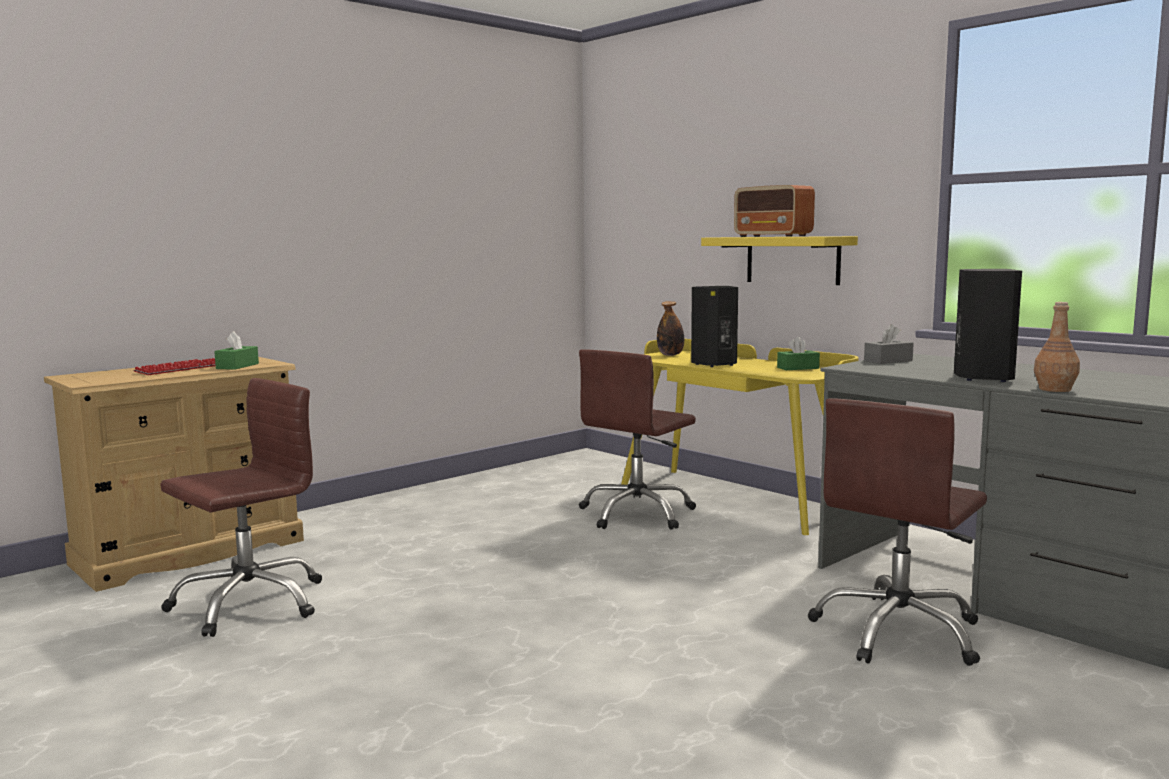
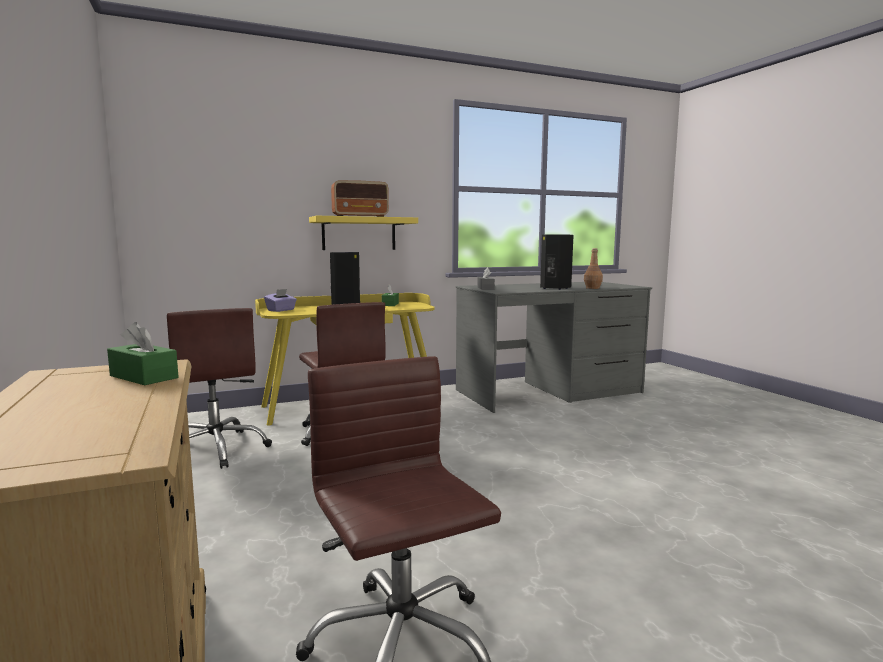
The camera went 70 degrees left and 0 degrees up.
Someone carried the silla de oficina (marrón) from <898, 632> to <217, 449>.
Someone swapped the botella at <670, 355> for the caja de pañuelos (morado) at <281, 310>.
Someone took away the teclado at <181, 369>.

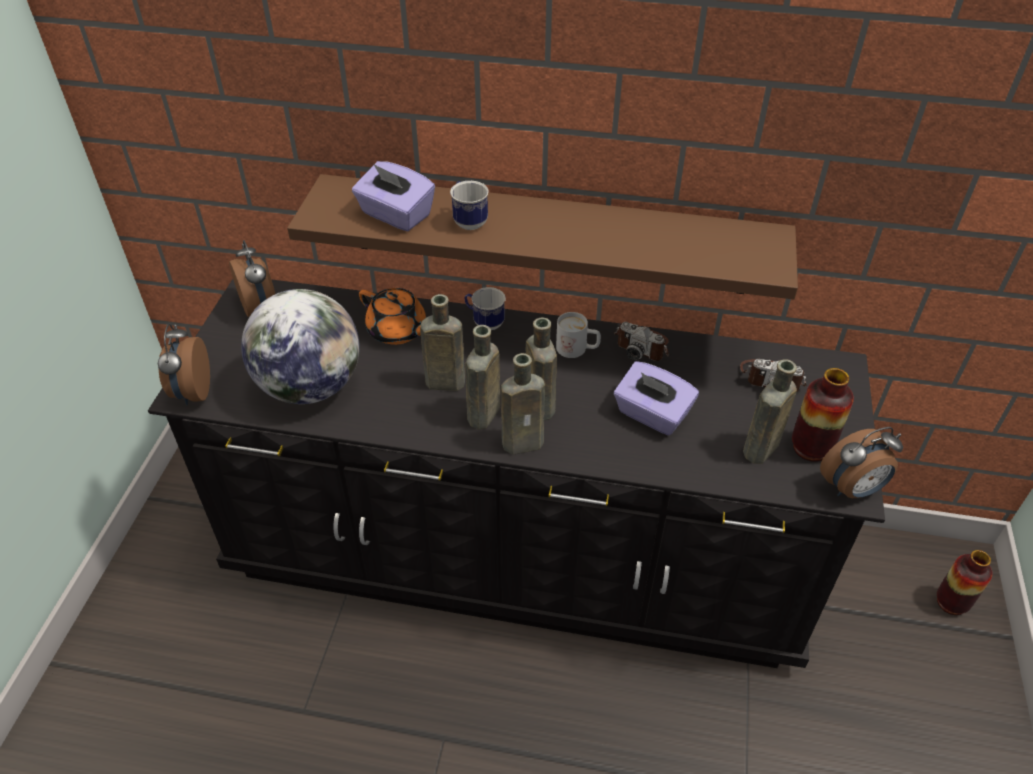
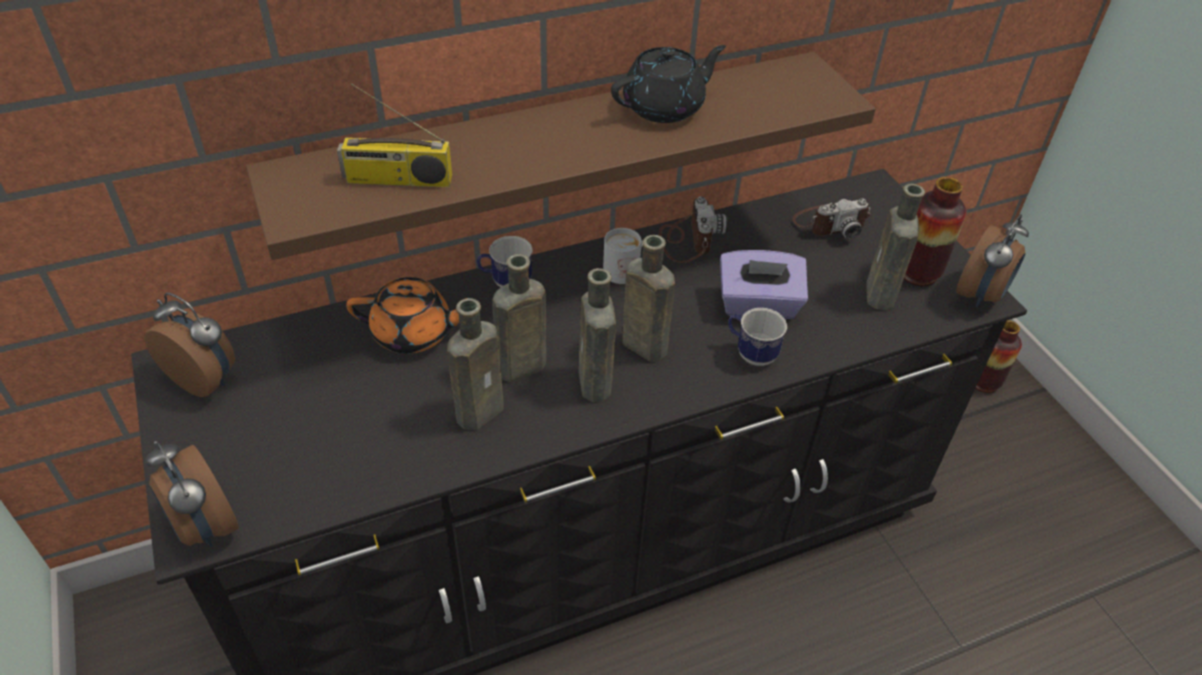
The camera went 35 degrees left and 0 degrees up.
Someone swapped the caja de pañuelos (morado) at <395, 215> for the radio at <397, 180>.
Someone carried the botella (marrón) from <525, 442> to <482, 409>.
Someone put down the tetera (negro) at <665, 107>.
Someone rotated the cámara at <642, 345> by 90 degrees counterclockwise.
Someone carried the taza grande from <468, 221> to <750, 353>.
Someone took away the globo terráqueo at <310, 386>.

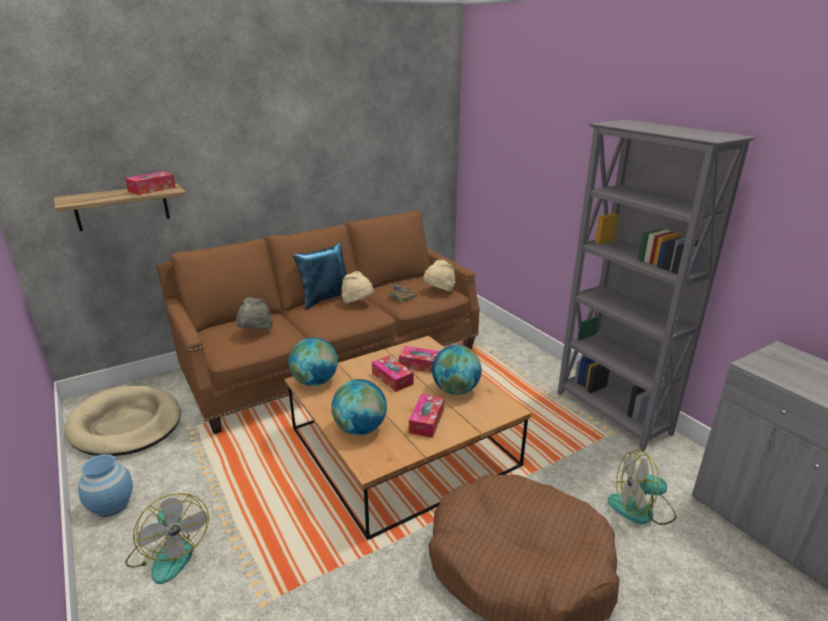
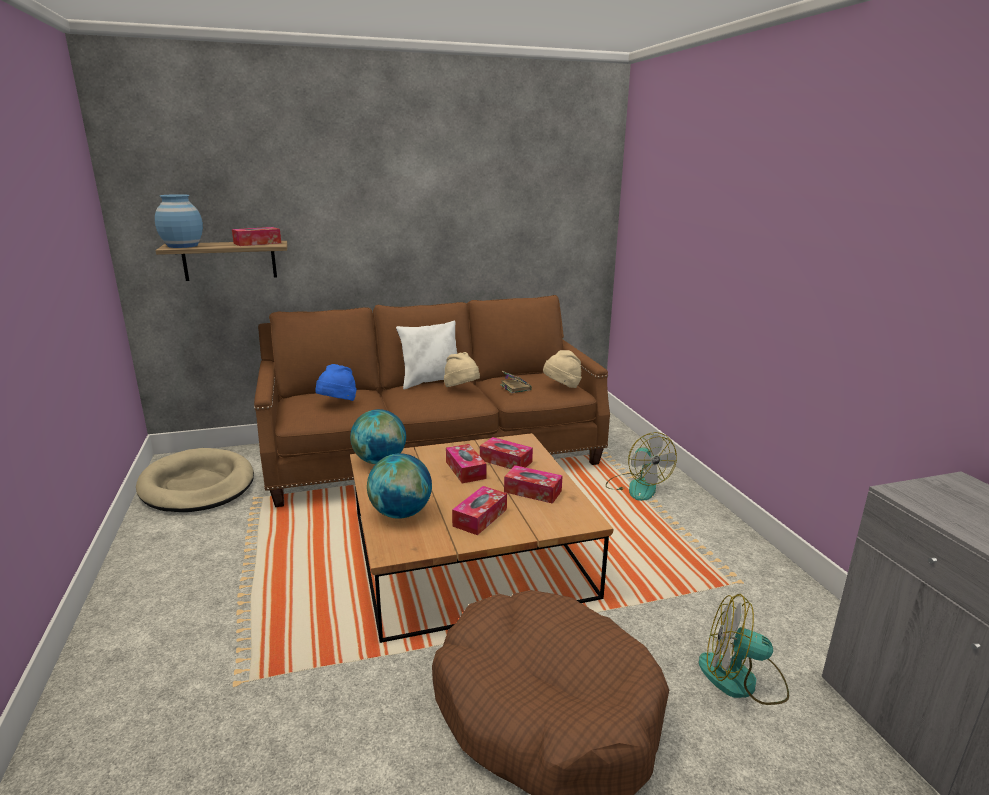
The camera went 15 degrees right and 5 degrees down.
Someone carried the florero (azul) from <112, 505> to <183, 246>.
Someone repainted the sombrero (gris) at <255, 332>, which became the sombrero (azul) at <337, 404>.
Someone repainted the cojín (azul) at <326, 299>, which became the cojín (blanco) at <431, 382>.
Someone swapped the globo terráqueo at <455, 390> for the caja de pañuelos at <532, 491>.
Someone carried the ventilador from <169, 553> to <637, 486>.
Someone took away the estantería (gris) at <612, 414>.

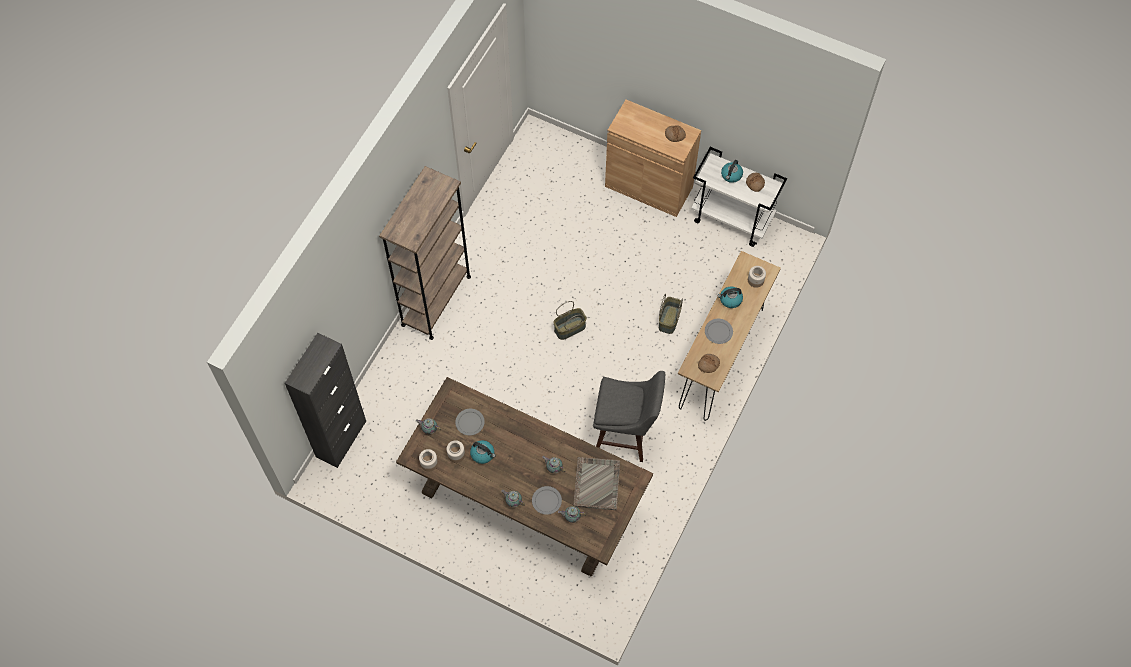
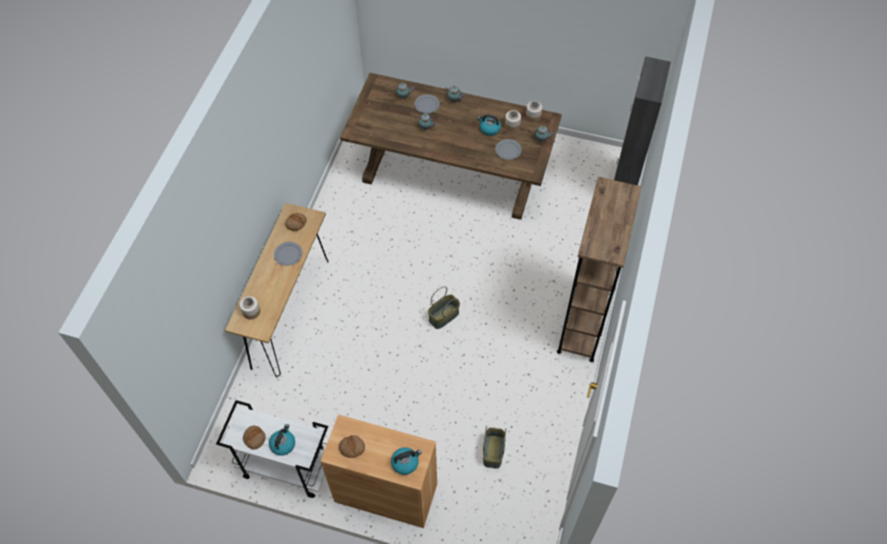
The camera went 170 degrees right and 5 degrees down.
Someone carried the hervidor from <730, 300> to <405, 462>.
Someone carried the cesta from <668, 319> to <493, 452>.
Someone took away the bandeja (gris) at <597, 483>.
Someone took away the taburete (gris) at <625, 436>.

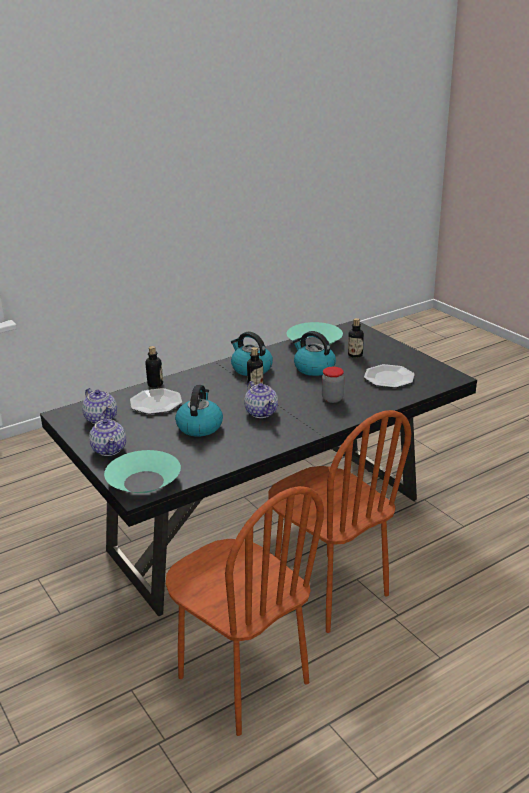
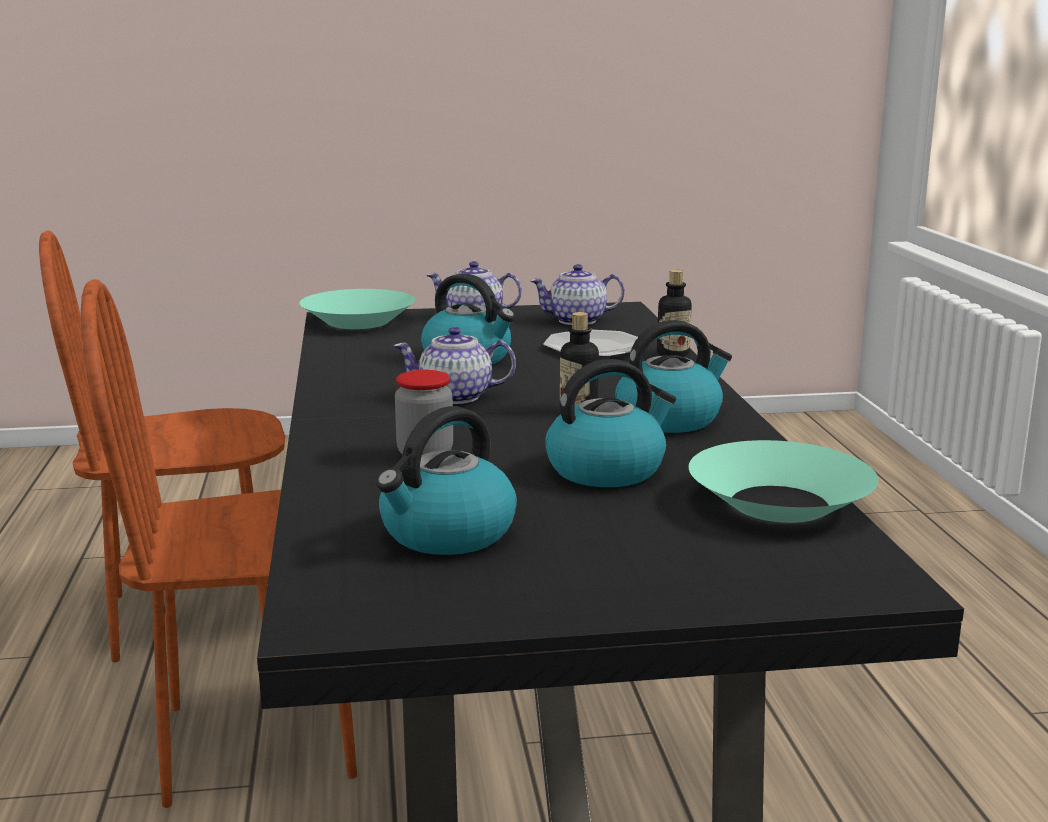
The camera went 115 degrees right and 10 degrees down.
Someone swapped the plato at <389, 377> for the hervidor at <446, 534>.
Someone took away the botella at <355, 355>.

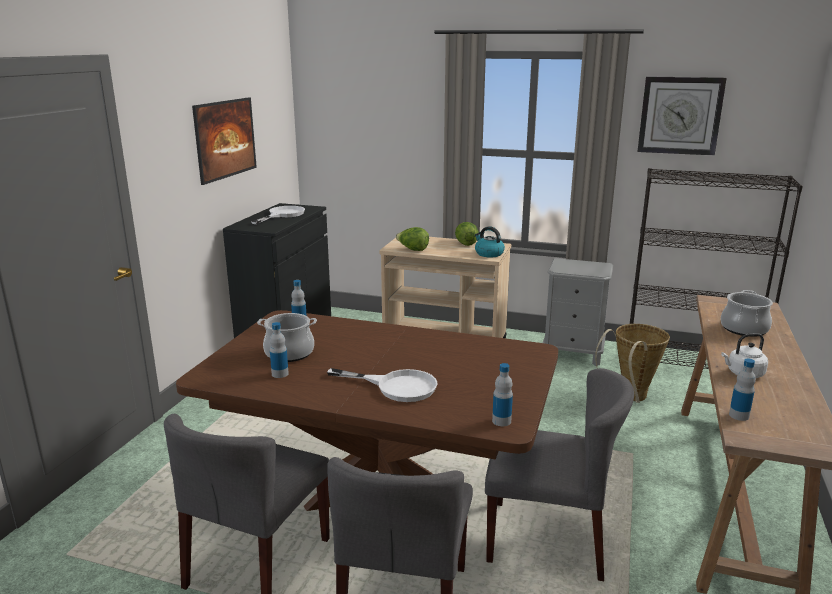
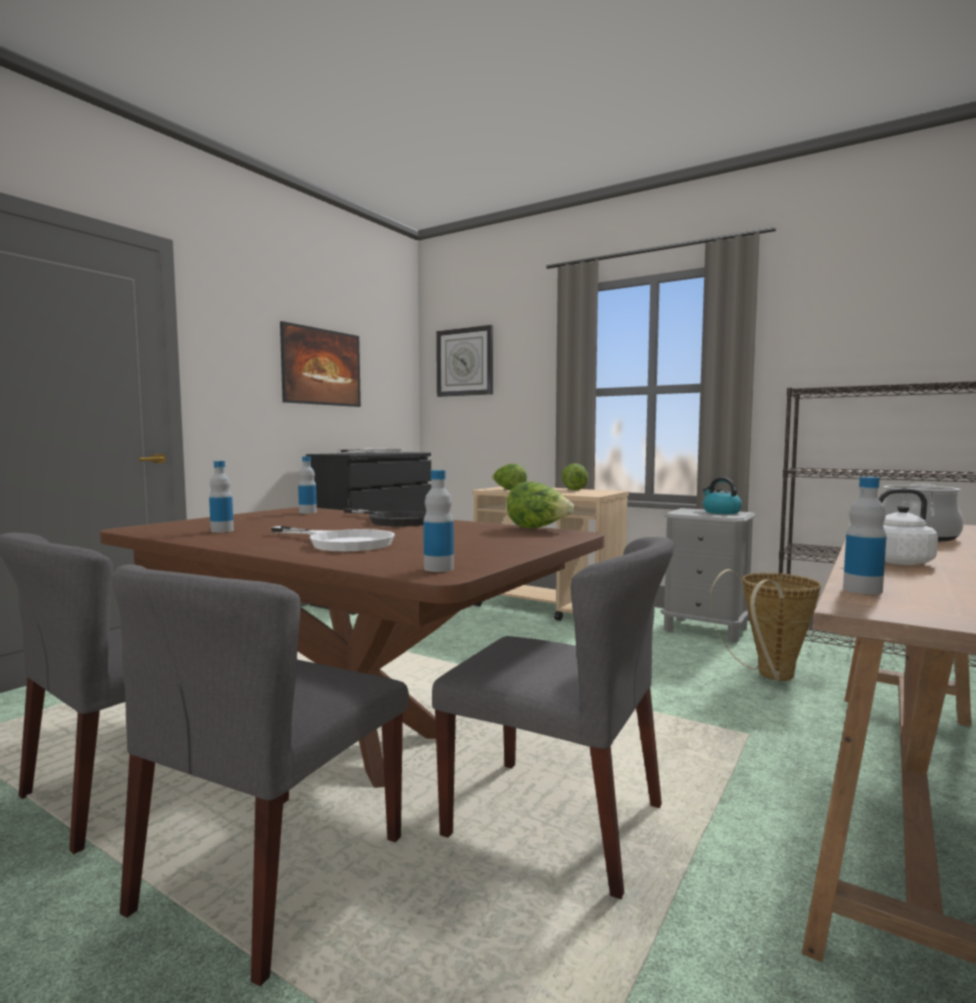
The camera went 15 degrees right and 15 degrees down.
Someone put down the sartén (negro) at <394, 521>.
Someone carried the reloj de pared from <680, 115> to <465, 362>.
Someone put down the lechuga at <538, 528>.
Someone carried the hervidor from <488, 254> to <721, 512>.
Someone took away the olla at <289, 353>.

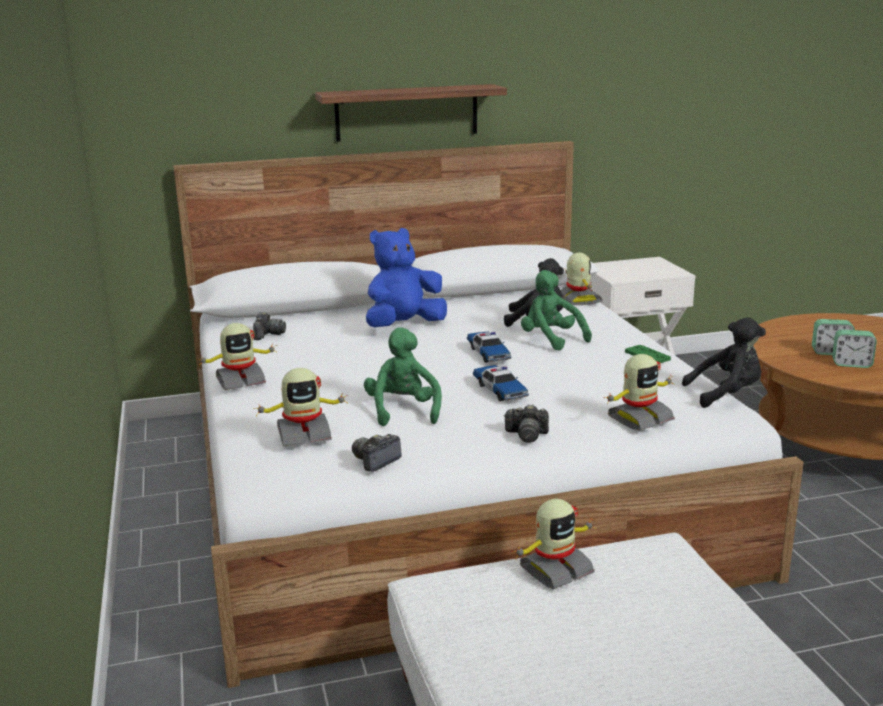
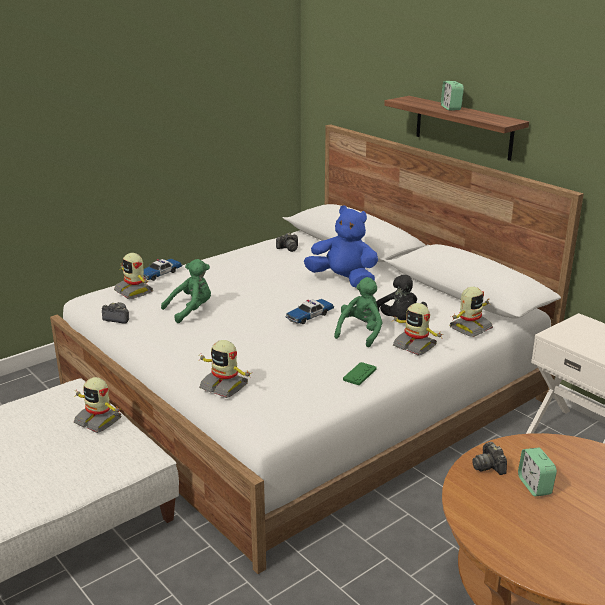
The camera went 65 degrees right and 5 degrees up.
Someone carried the coche de juguete from <500, 390> to <160, 274>.
Someone carried the robot de juguete from <240, 381> to <415, 345>.
Someone carried the despertador from <851, 364> to <451, 108>.
Someone carried the cámara from <526, 435> to <489, 466>.
Someone took away the peluche (negro) at <726, 394>.

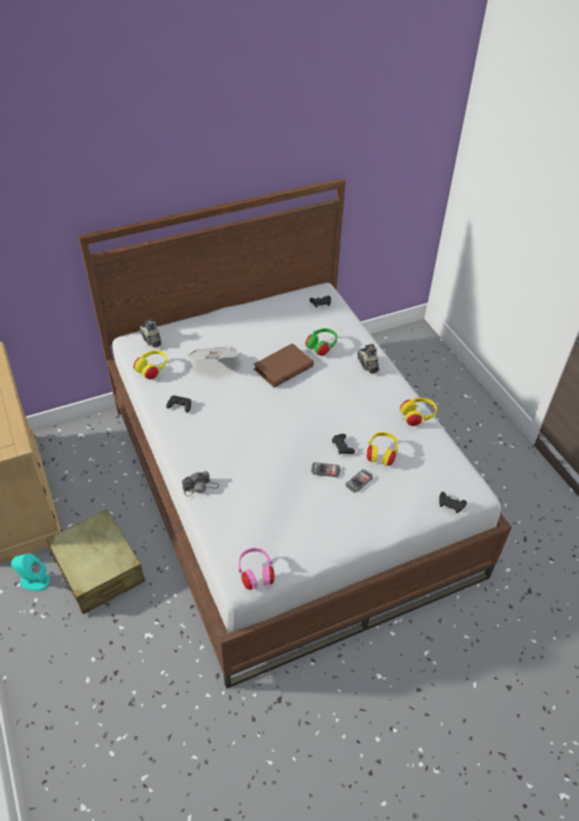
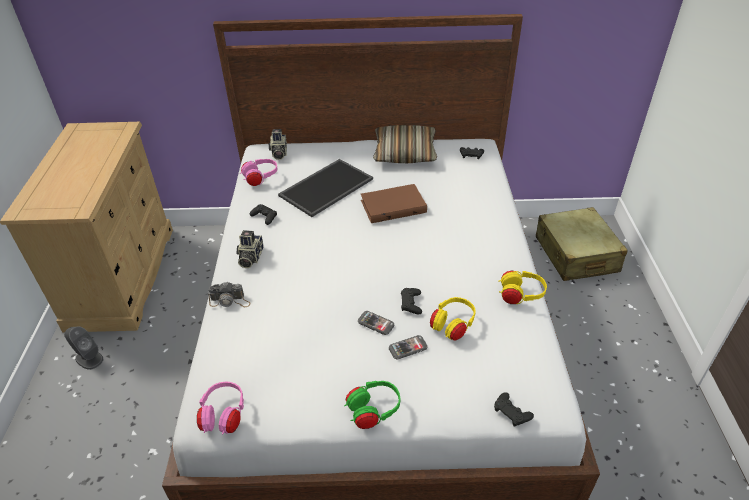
The camera went 25 degrees right and 5 degrees down.
Someone repainted the altavoz (turquesa) at <34, 581>, which became the altavoz (gris) at <89, 358>.
Someone carried the cámara from <367, 365> to <250, 257>.
Someone repainted the auriculares (amarillo) at <152, 370>, which became the auriculares (rosa) at <260, 179>.
Someone swapped the periódico at <215, 363> for the bandeja at <326, 186>.
Someone carried the auriculares (verde) from <321, 347> to <373, 411>.
Someone put down the cojín at <404, 153>.
Someone carried the maleta (beis) from <98, 569> to <576, 254>.

